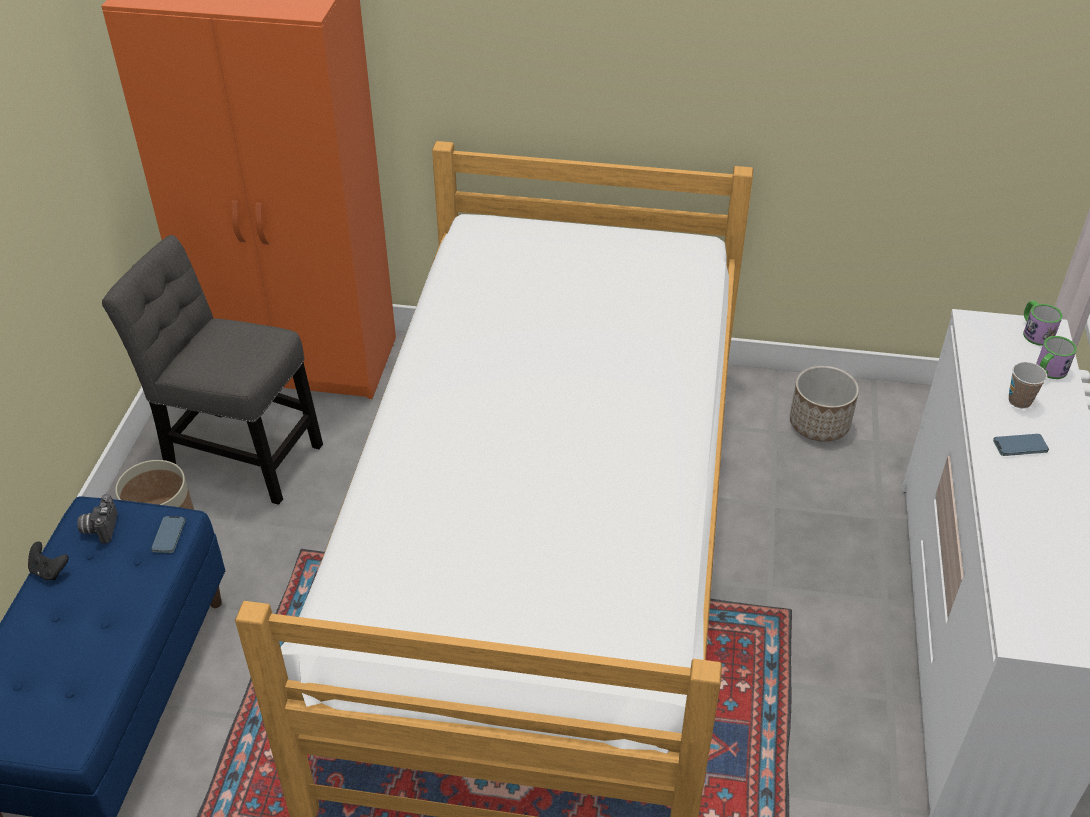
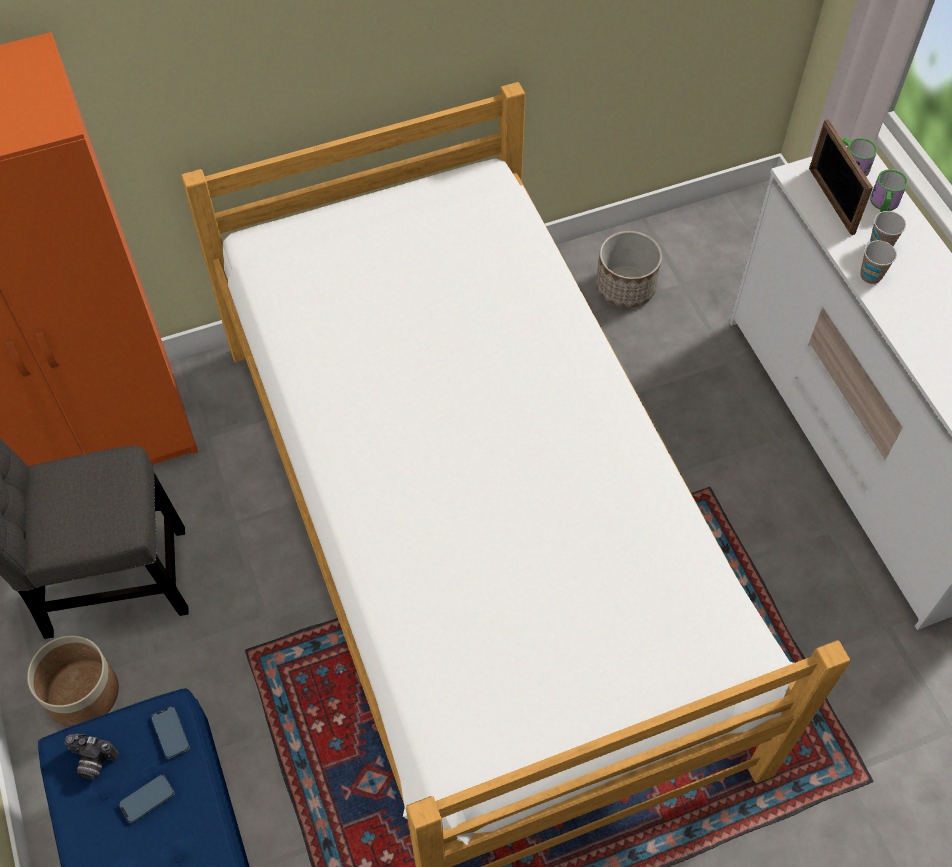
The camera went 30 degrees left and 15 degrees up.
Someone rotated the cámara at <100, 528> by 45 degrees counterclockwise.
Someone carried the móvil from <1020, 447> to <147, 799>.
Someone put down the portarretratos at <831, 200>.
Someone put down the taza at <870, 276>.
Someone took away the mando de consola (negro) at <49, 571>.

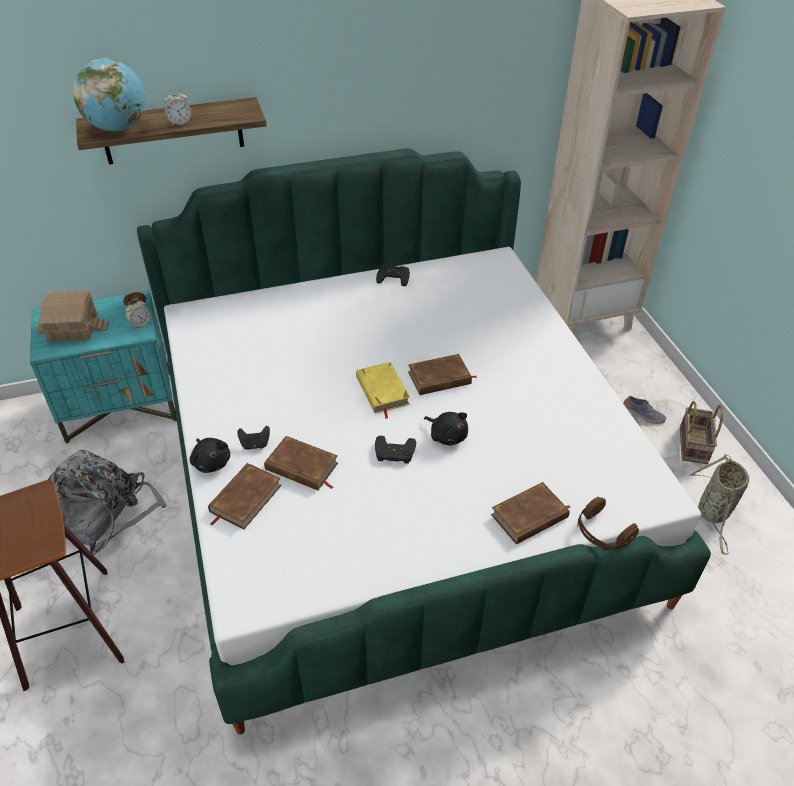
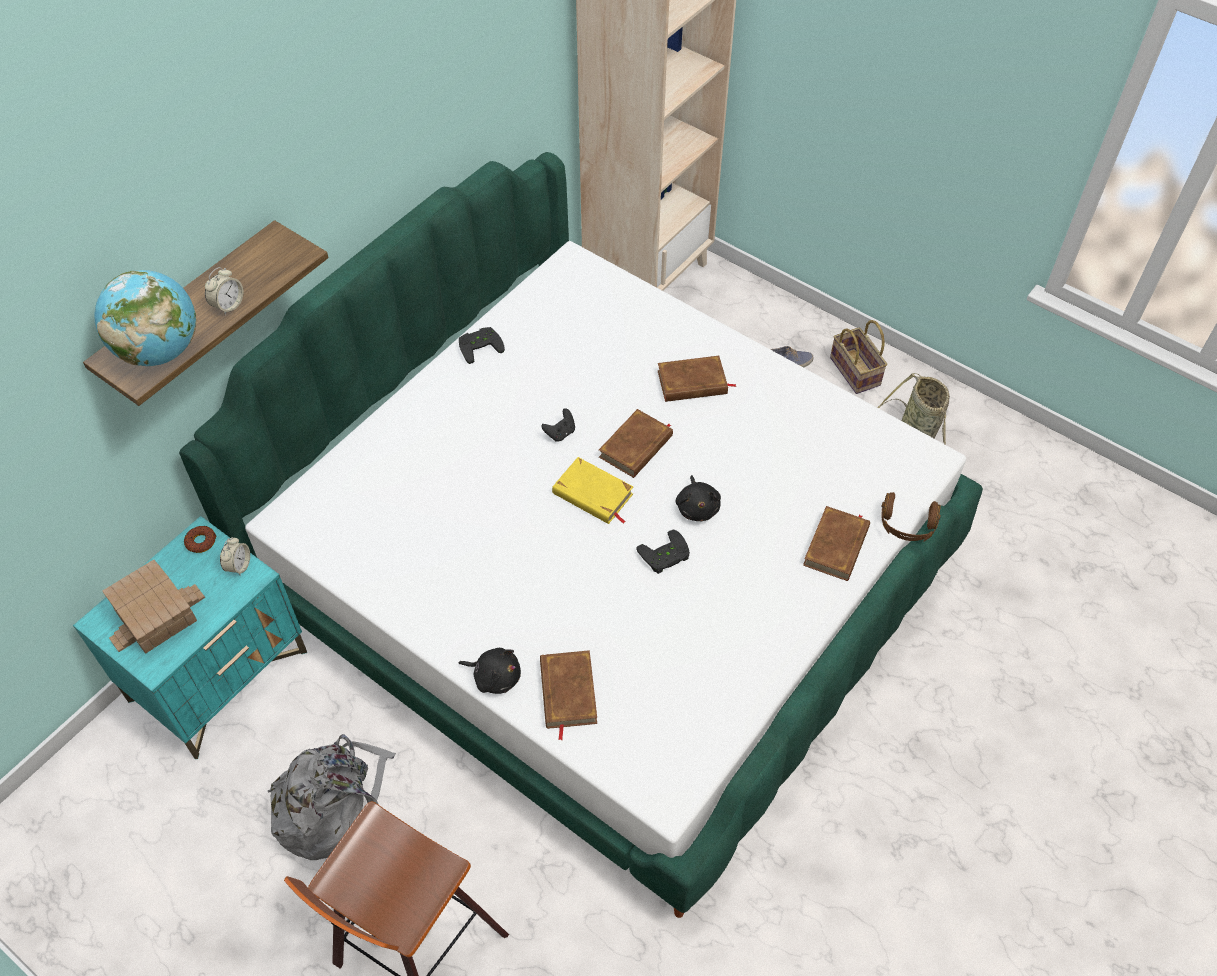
The camera went 35 degrees left and 10 degrees up.
Someone carried the mando de consola (negro) from <255, 444> to <560, 433>.
Someone carried the libro (marrón) from <302, 467> to <692, 383>.
Someone rotated the peluche (negro) at <447, 435> by 75 degrees clockwise.

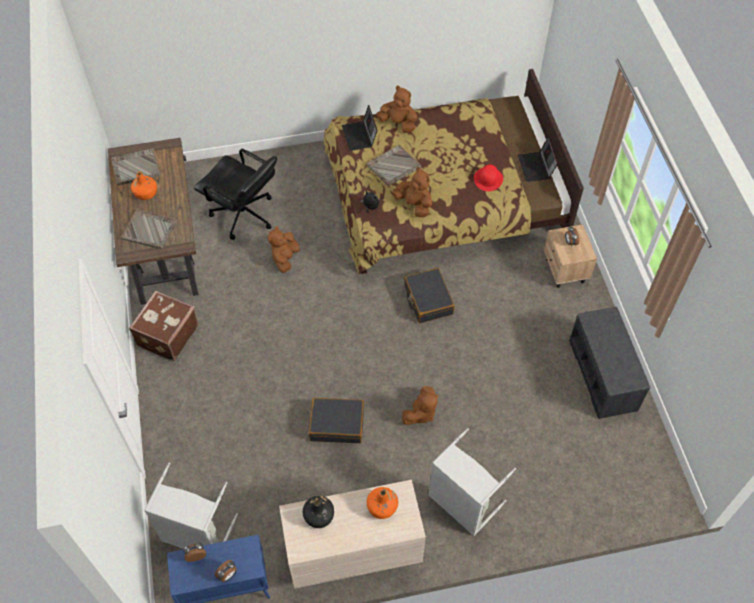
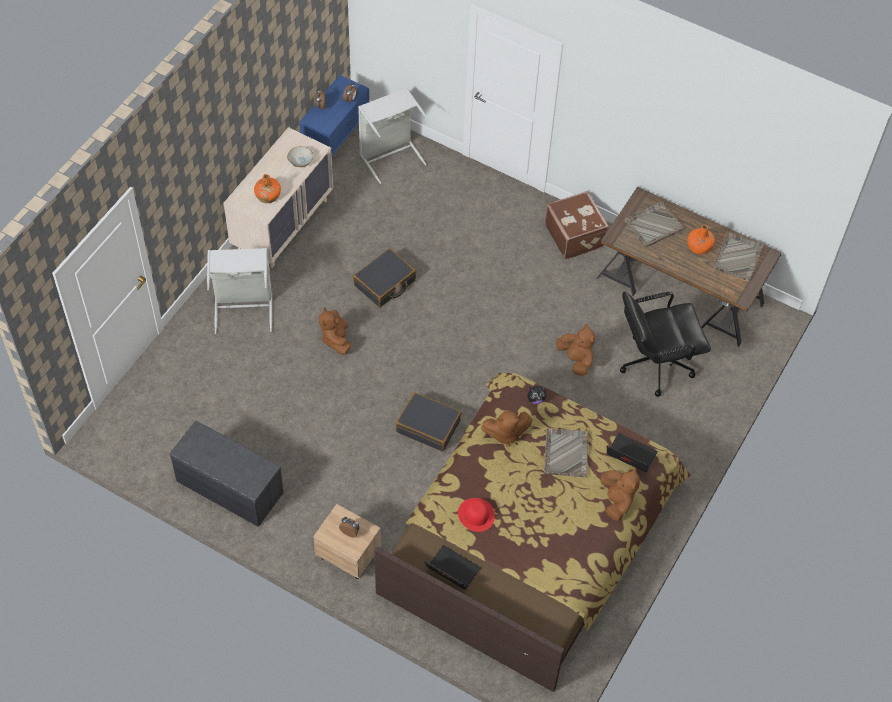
The camera went 130 degrees right and 0 degrees up.
Someone swapped the botella (negro) at <319, 516> for the cuenco at <300, 161>.
Someone rotated the peluche (marrón) at <398, 123> by 75 degrees counterclockwise.

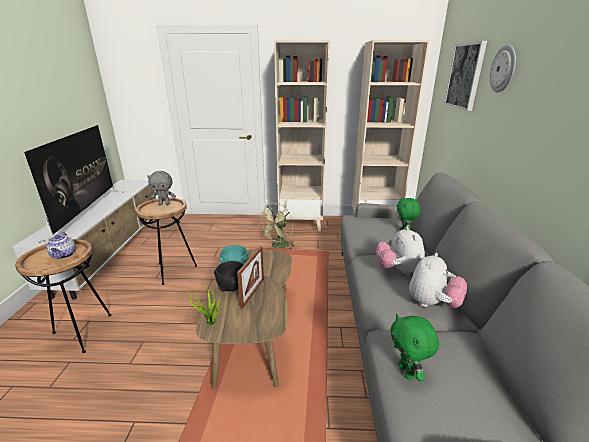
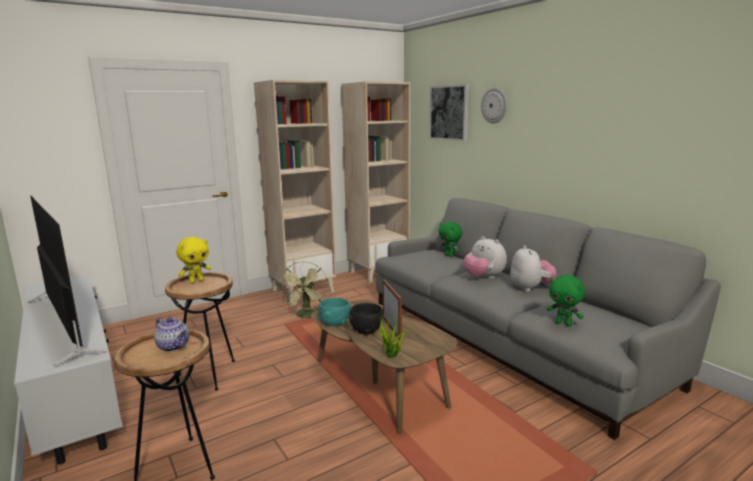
The camera went 35 degrees left and 10 degrees down.
Someone repainted the peluche (gris) at <164, 204>, which became the peluche (amarillo) at <196, 281>.

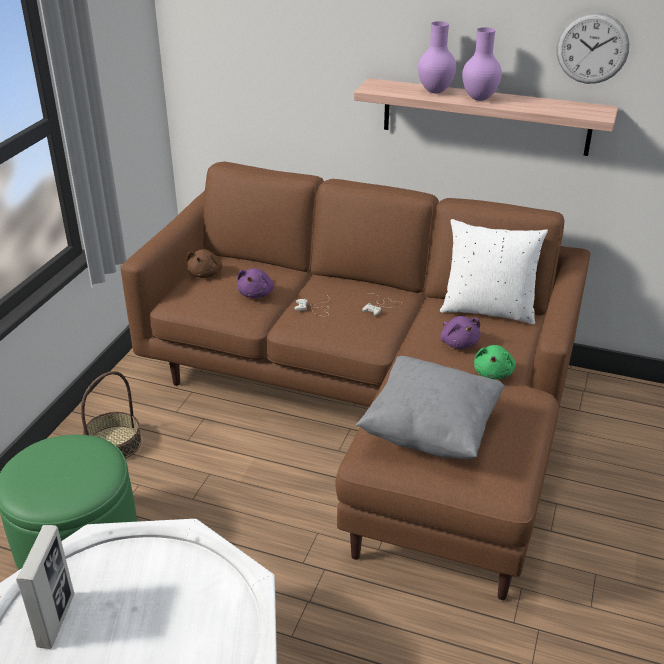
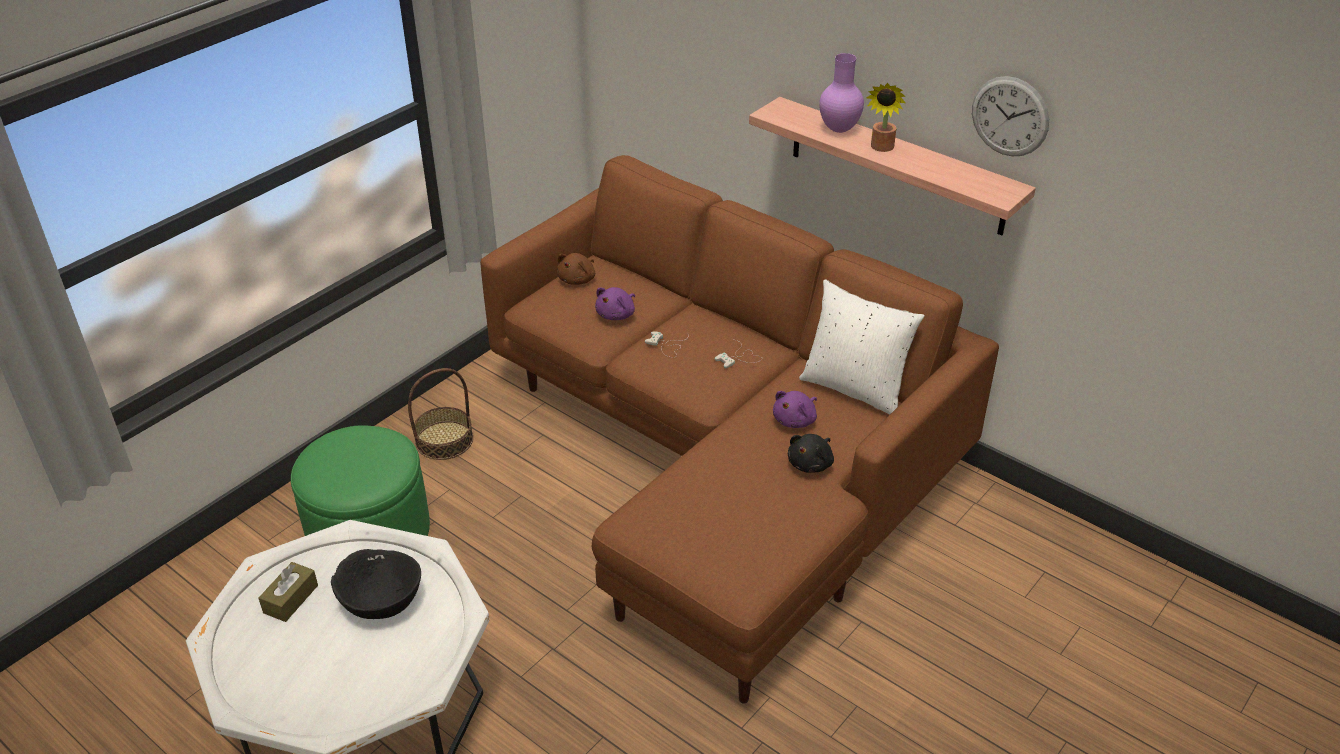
The camera went 20 degrees right and 5 degrees up.
Someone swapped the portarretratos at <56, 620> for the caja de pañuelos (marrón) at <291, 599>.
Someone put down the cuenco (negro) at <381, 600>.
Someone rotated the peluche (morado) at <458, 343> by 45 degrees clockwise.
Someone repainted the peluche (verde) at <493, 373>, which became the peluche (negro) at <811, 464>.
Someone swapped the florero (morado) at <480, 98> for the planta en maceta at <881, 148>.
Someone took away the cojín (gris) at <430, 431>.

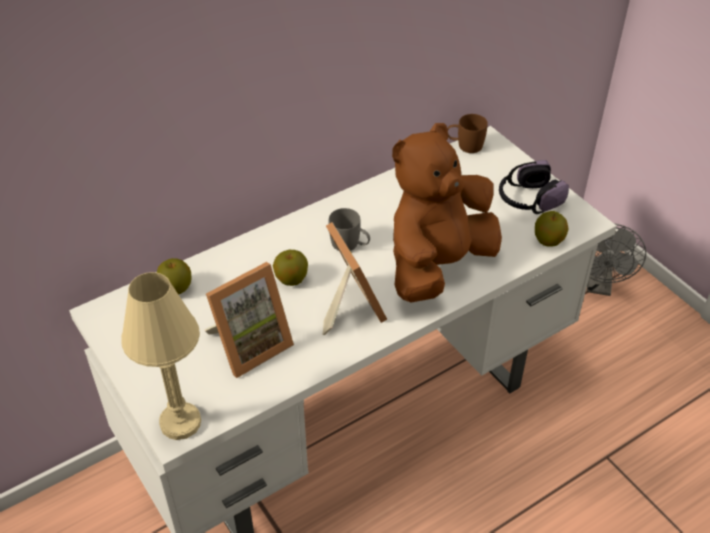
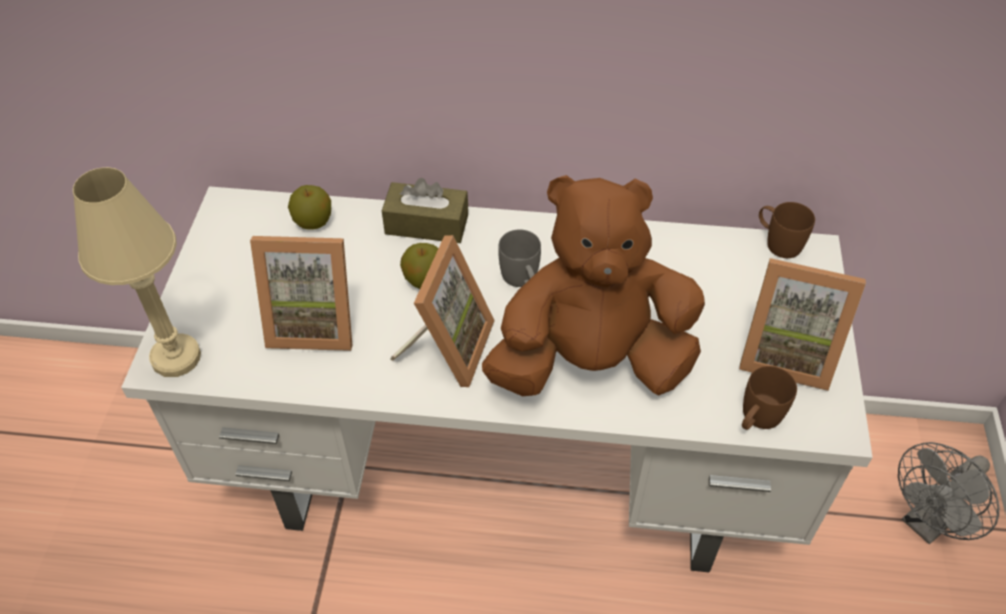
The camera went 40 degrees right and 5 degrees up.
Someone put down the caja de pañuelos (marrón) at <426, 224>.
Someone swapped the auriculares at <528, 200> for the portarretratos at <786, 353>.
Someone swapped the manzana at <548, 240> for the taza grande (marrón) at <757, 419>.

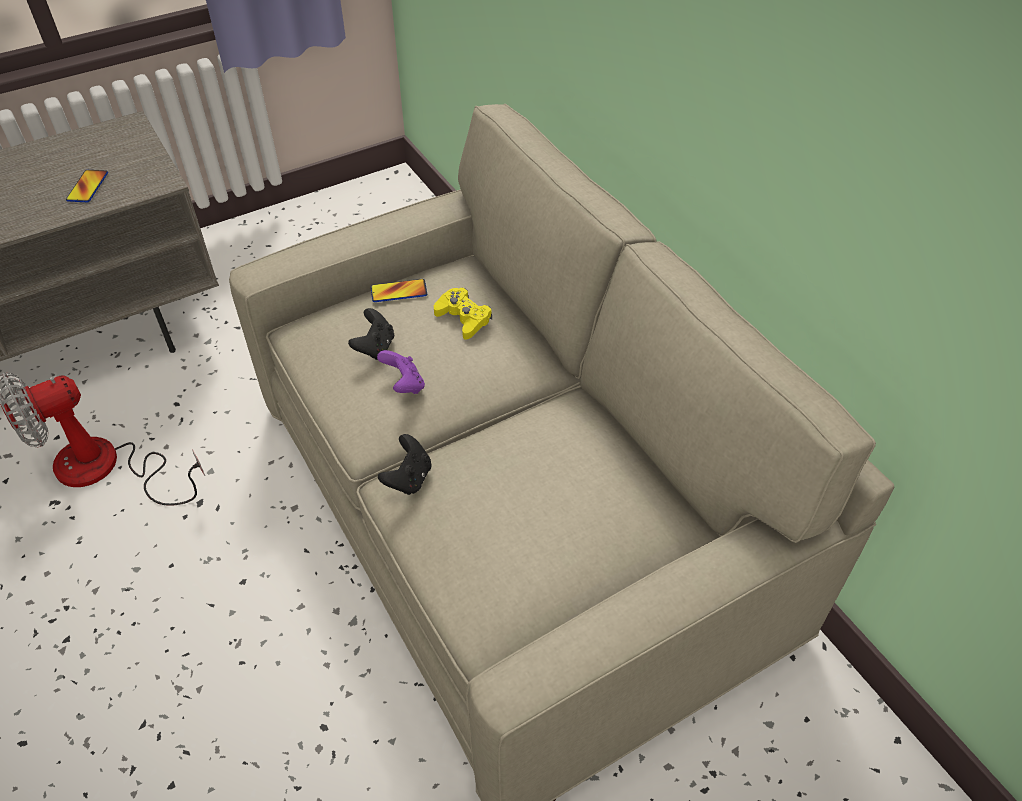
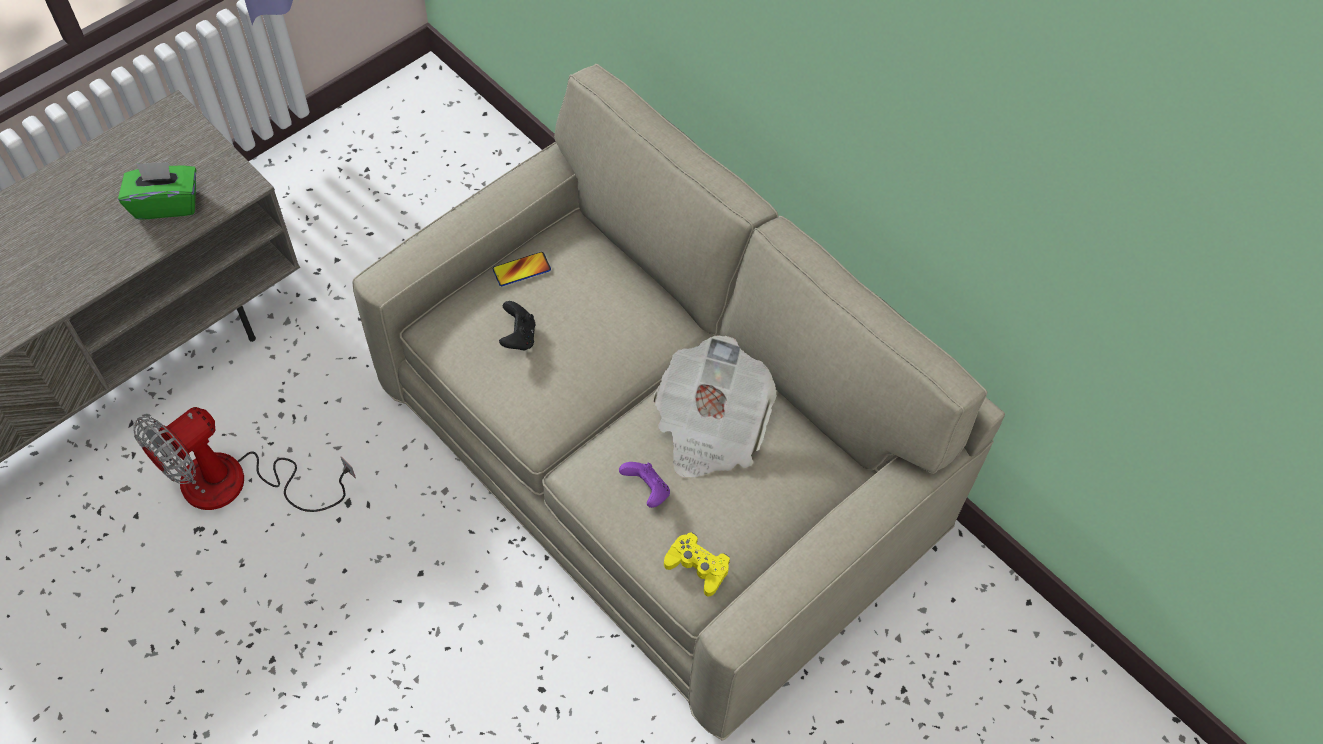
The camera went 15 degrees left and 10 degrees up.
Someone swapped the móvil at <87, 187> for the caja de pañuelos (verde) at <166, 203>.
Someone carried the mando de consola (morado) from <404, 385> to <646, 491>.
Someone put down the periódico at <710, 427>.
Someone carried the mando de consola (amarillo) from <463, 318> to <697, 566>.
Someone took away the mando de consola (negro) at <408, 478>.

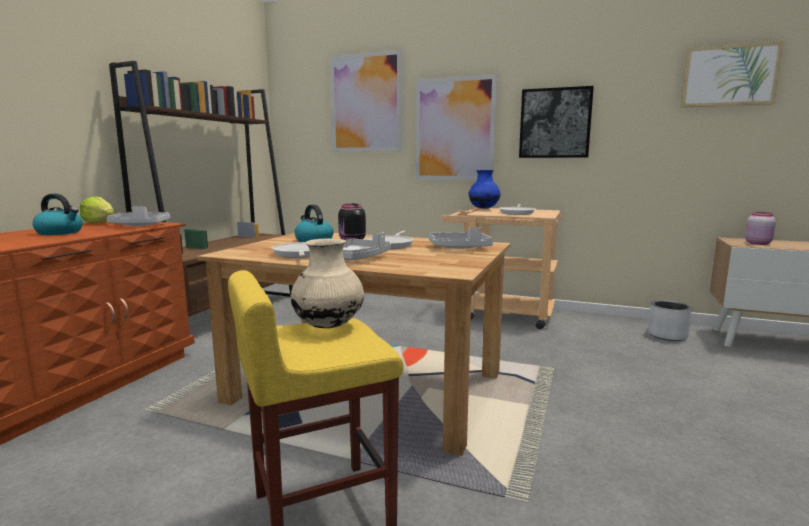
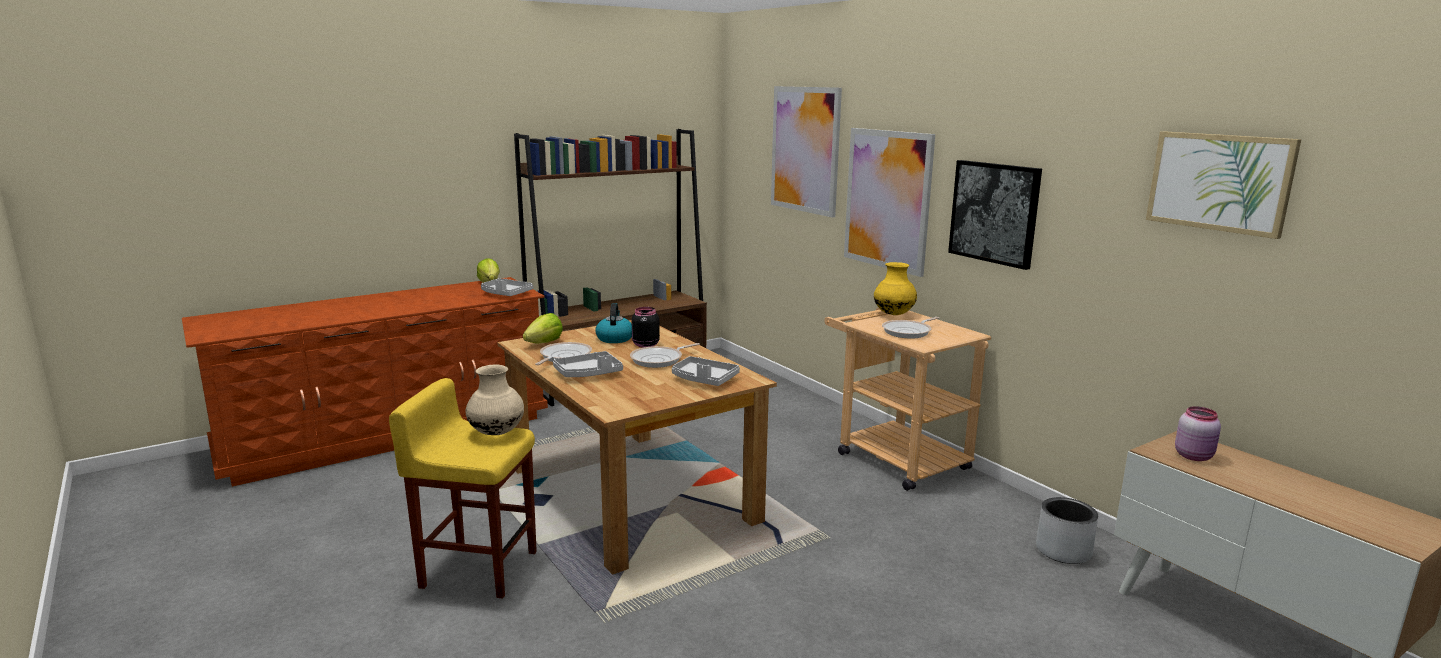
The camera went 35 degrees right and 5 degrees up.
Someone put down the lechuga at <544, 343>.
Someone repainted the florero (azul) at <483, 208>, which became the florero (amarillo) at <894, 314>.
Someone took away the hervidor at <60, 232>.

